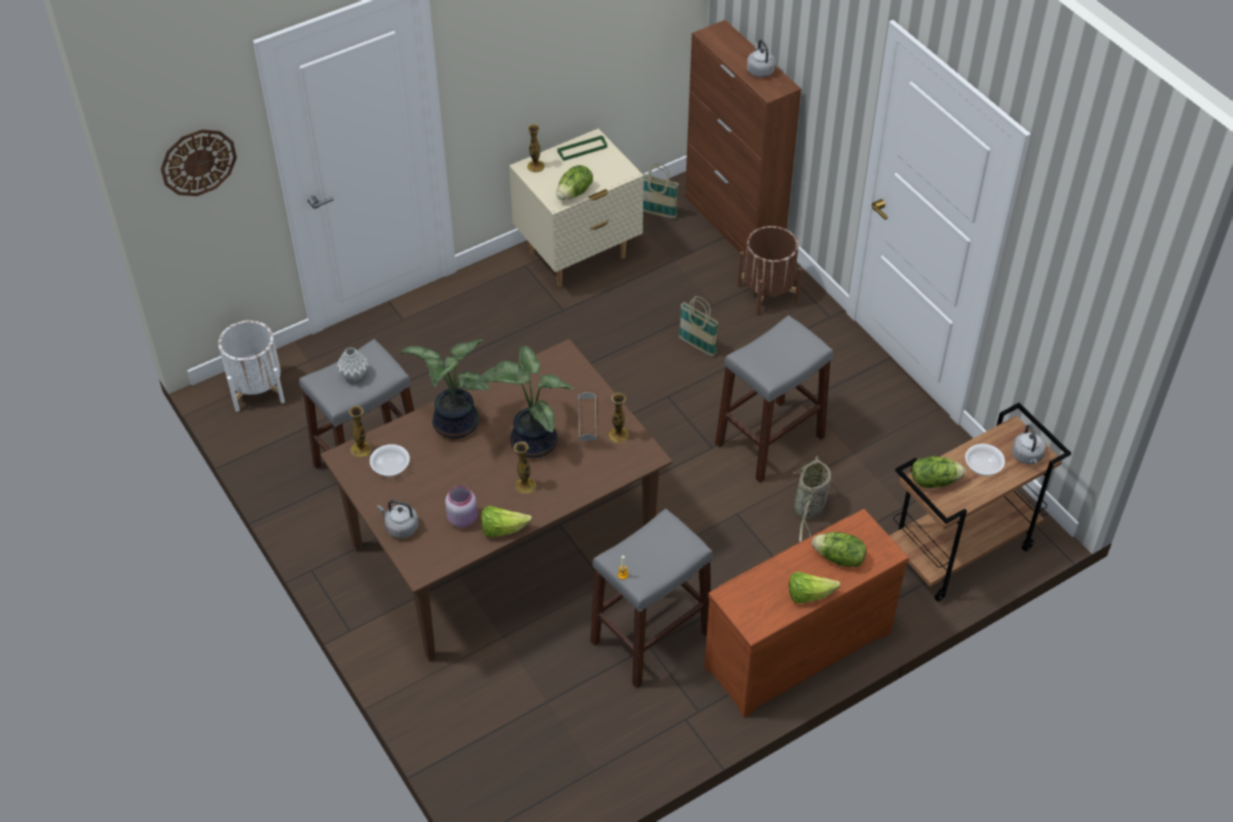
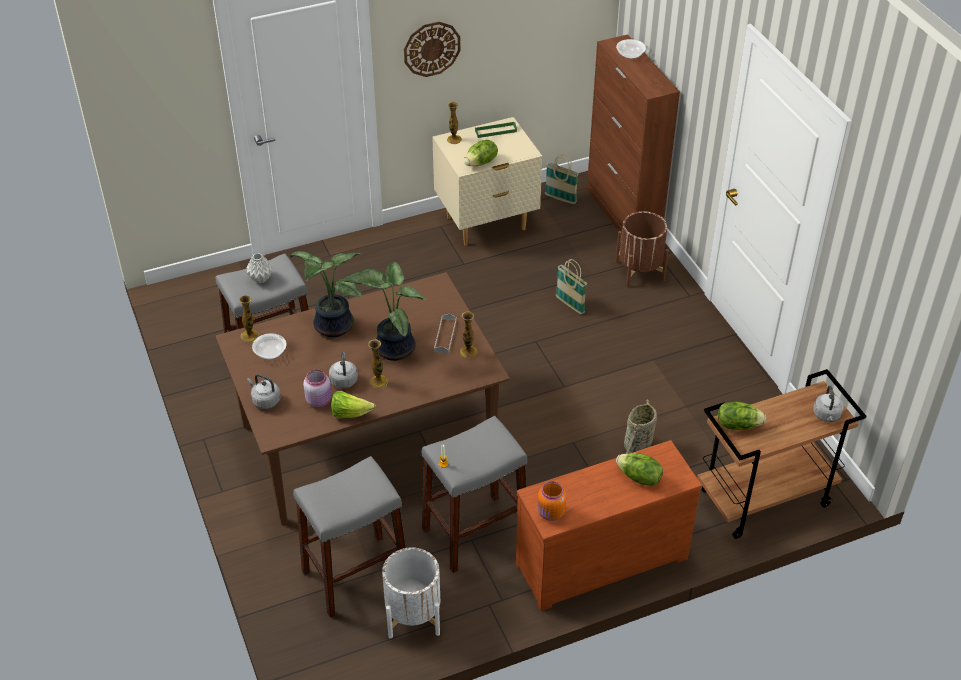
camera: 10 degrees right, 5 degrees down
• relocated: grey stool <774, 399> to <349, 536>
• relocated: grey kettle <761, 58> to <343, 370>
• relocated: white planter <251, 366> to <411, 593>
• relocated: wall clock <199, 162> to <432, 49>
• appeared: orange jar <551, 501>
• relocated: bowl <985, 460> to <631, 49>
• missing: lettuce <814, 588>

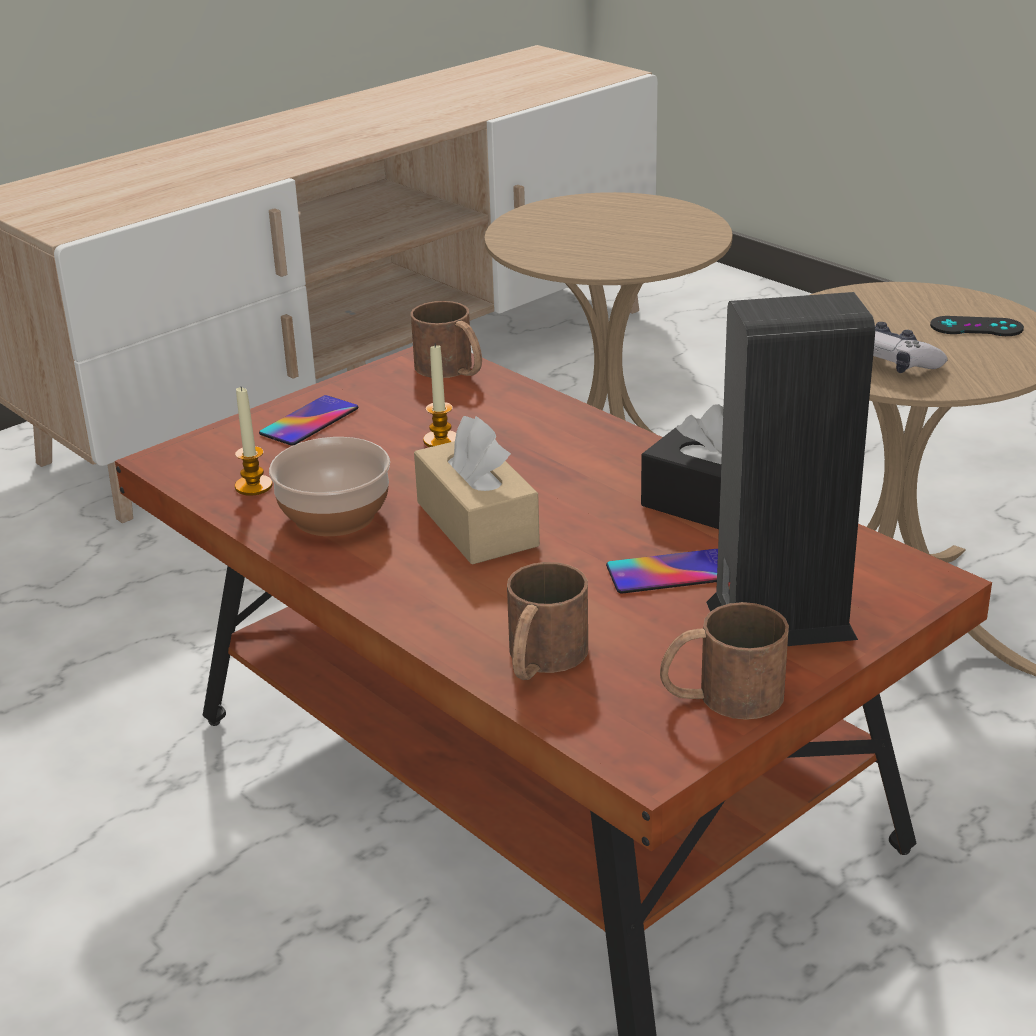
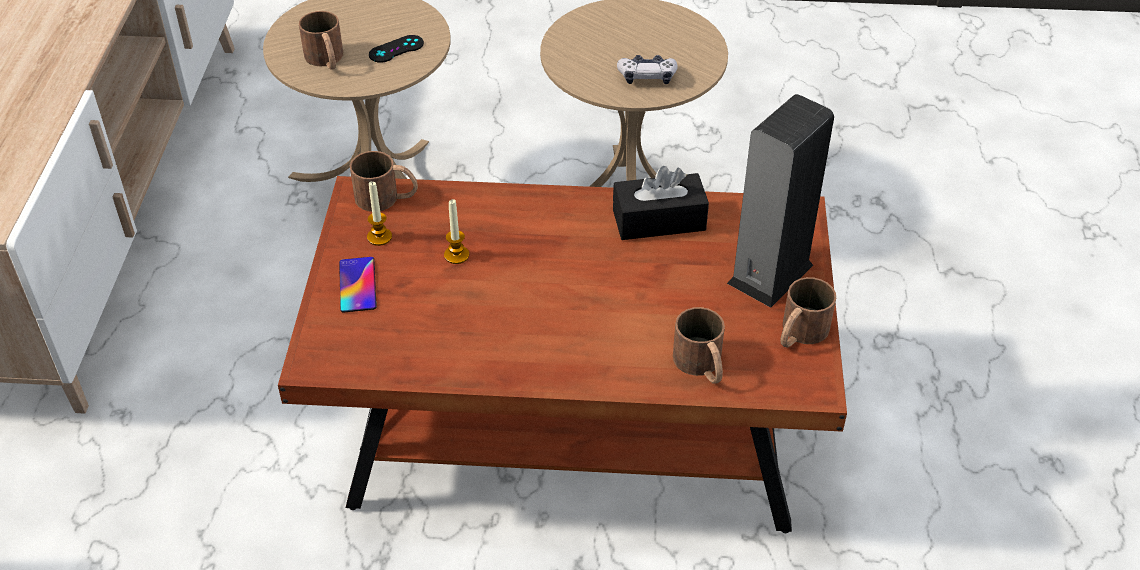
camera: 45 degrees left, 15 degrees up
• appeared: brown mug <321, 40>
• relocated: candle <253, 441> to <379, 214>
• relocated: black game controller <977, 326> to <396, 49>
• missing: bowl <329, 486>
• missing: beige tissue box <477, 490>
• missing: phone <662, 571>

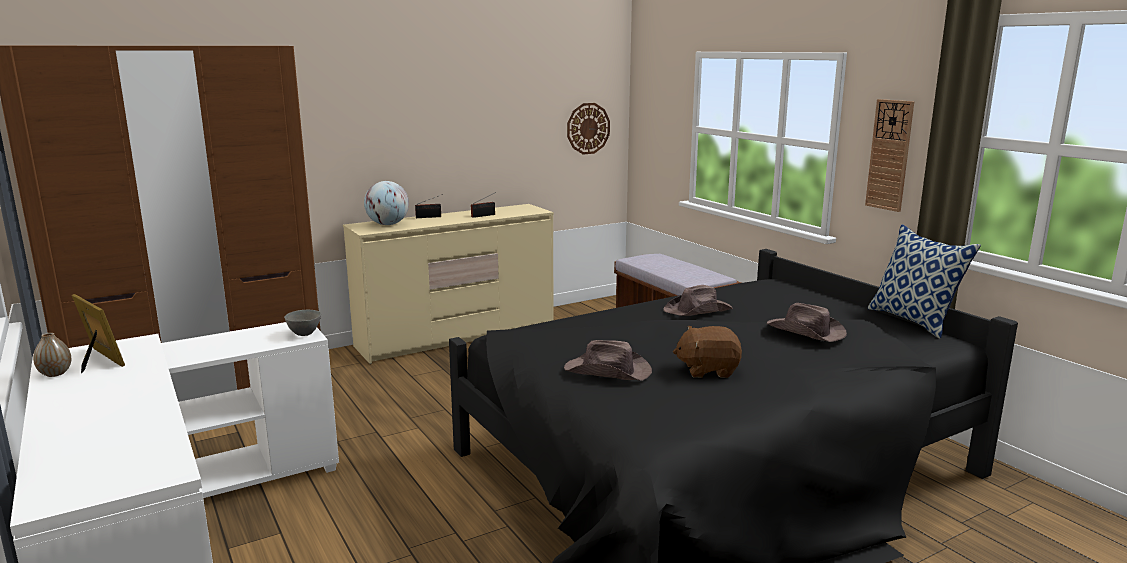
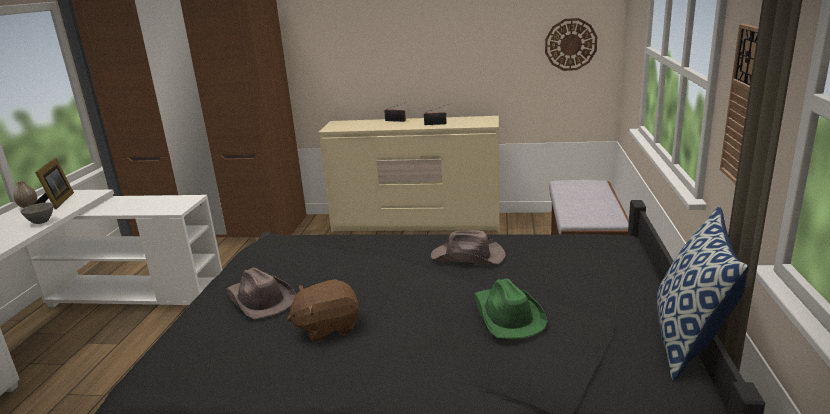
camera: 40 degrees right, 5 degrees up
• relocated: grey bowl <302, 323> to <37, 213>
• spun: brown plush toy <707, 352> = <323, 311> 60 degrees counterclockwise
• colour: brown hat <807, 322> to green hat <510, 308>
• missing: globe <386, 203>

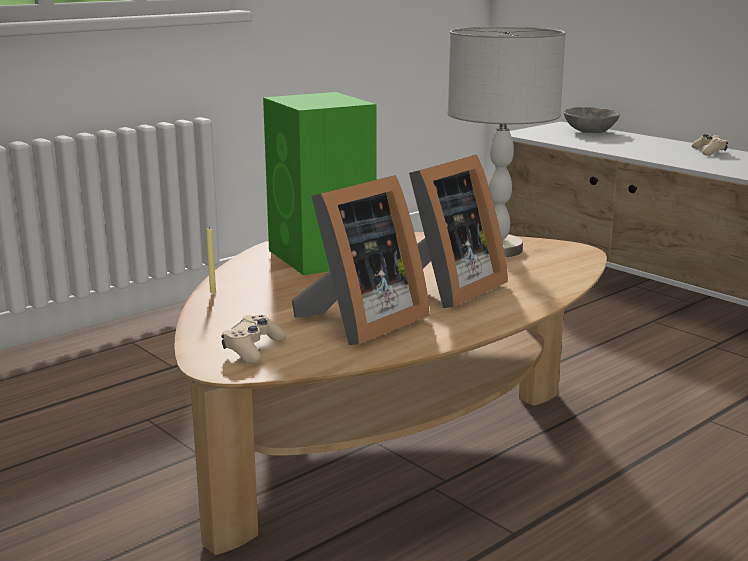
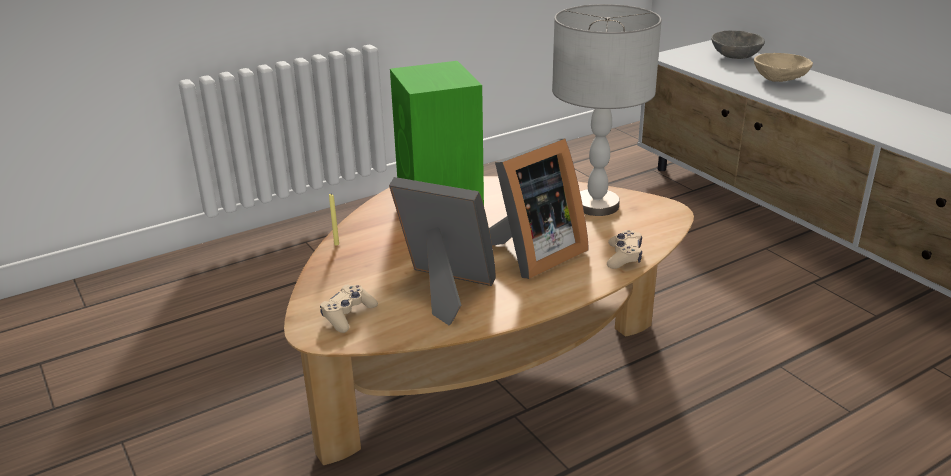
camera: 10 degrees right, 10 degrees up
• spun: picture frame <361, 260> = <442, 251> 120 degrees counterclockwise
• relocated: beige game controller <710, 145> to <624, 249>
• appeared: beige bowl <783, 67>

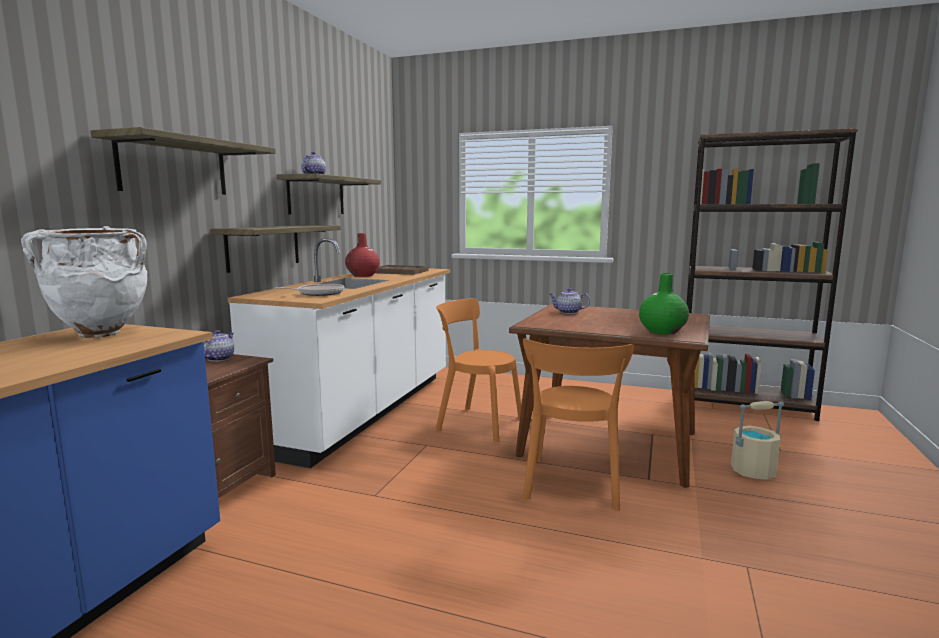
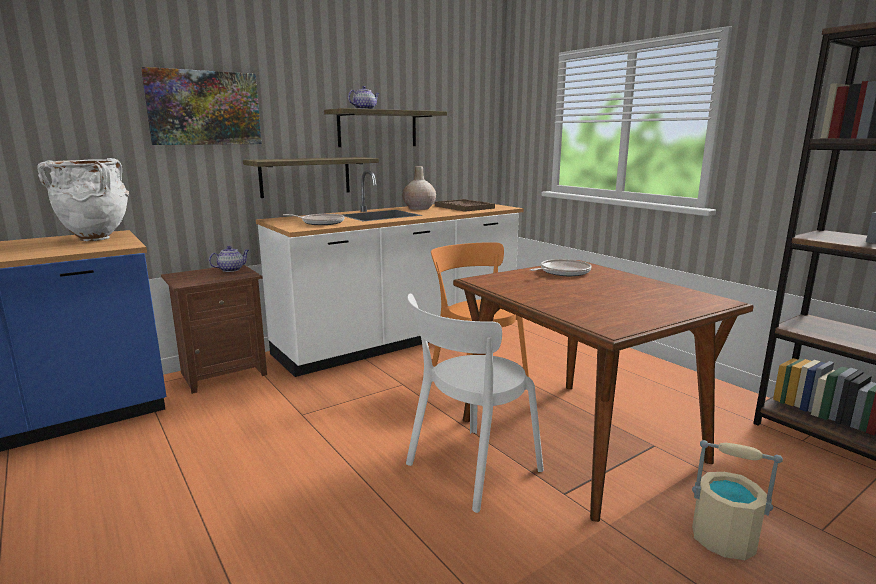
camera: 35 degrees right, 5 degrees up
• exchanged: shelf <183, 161> to picture <201, 106>
• colour: red vase <362, 255> to beige vase <419, 188>
• colour: orange chair <578, 424> to white chair <475, 403>
• exchanged: teapot <569, 301> to frying pan <561, 267>
• missing: green vase <664, 304>

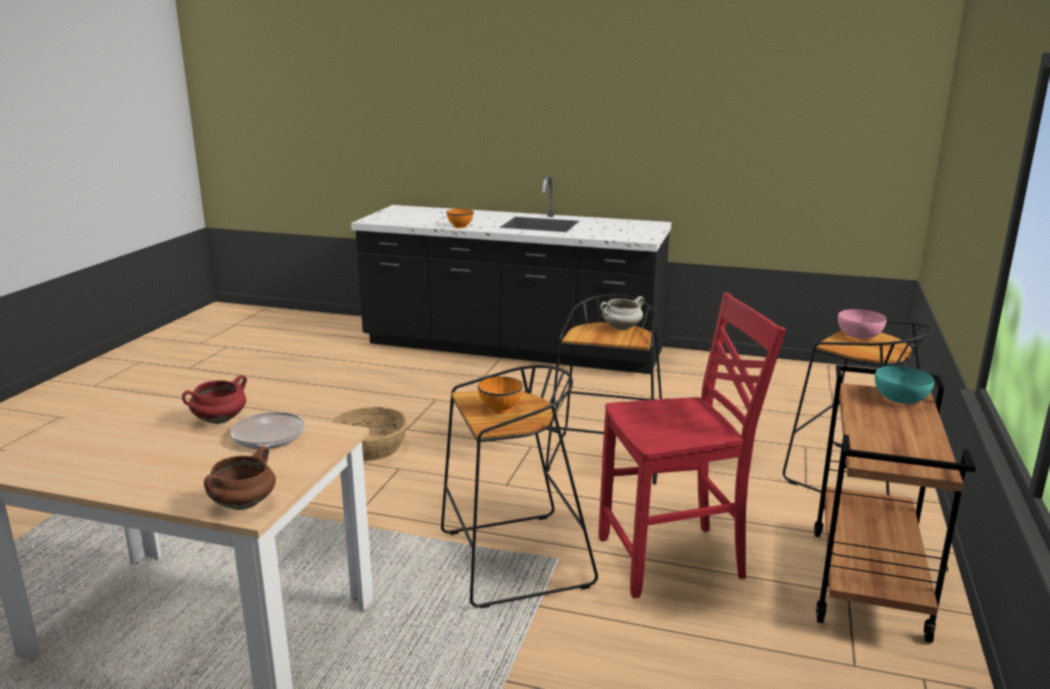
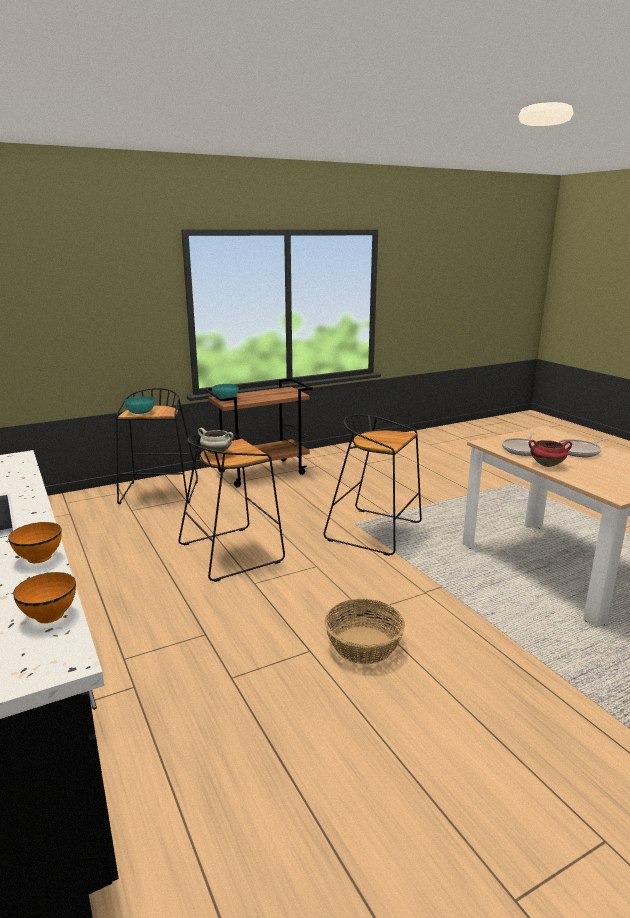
camera: 135 degrees left, 0 degrees up
• relocated: orange bowl <500, 394> to <44, 597>
• colour: pink bowl <862, 324> to turquoise bowl <140, 405>
• appeared: frying pan <583, 447>
• missing: brown cooking pot <240, 478>
• missing: red chair <692, 445>

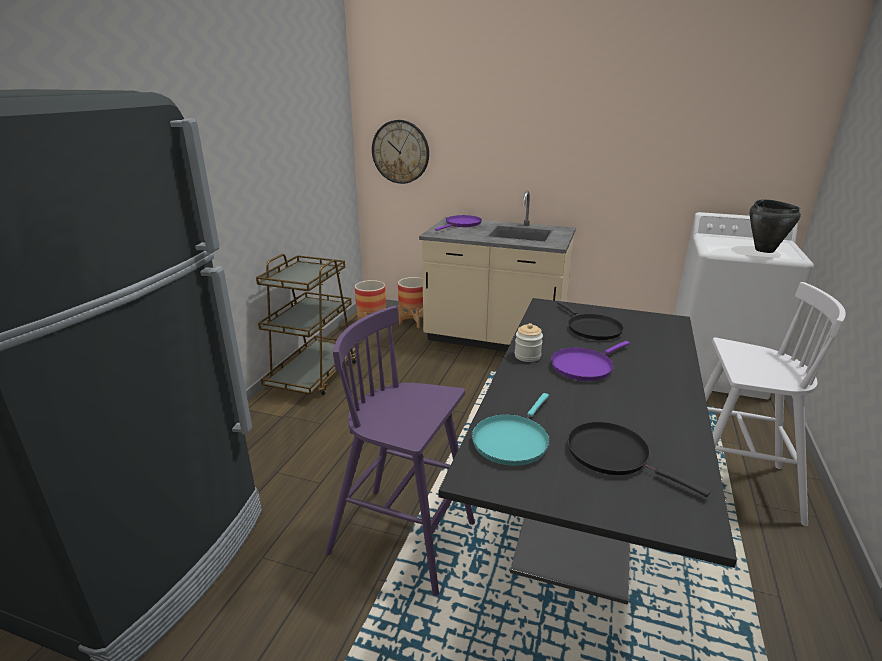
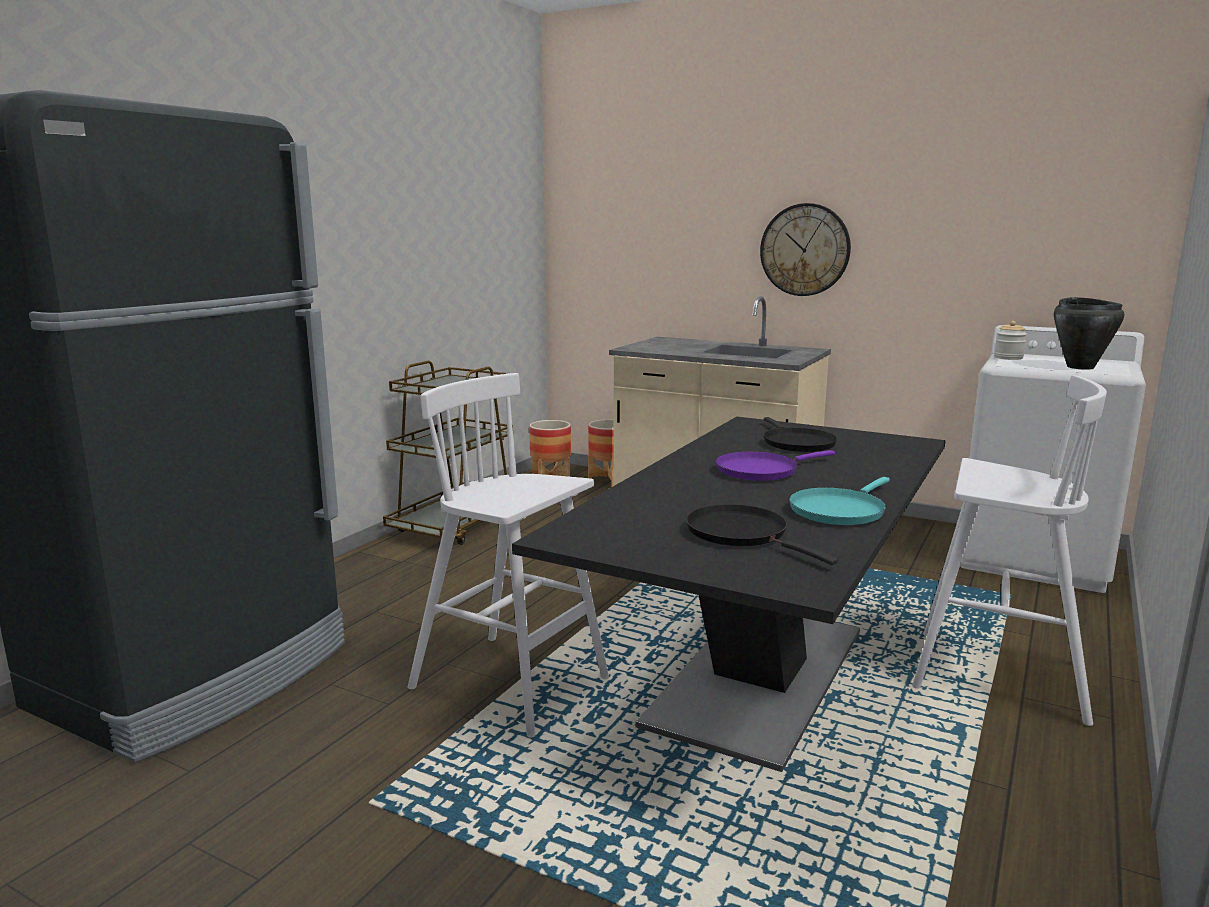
camera: 10 degrees right, 10 degrees down
• colour: purple stool <400, 451> to white stool <508, 555>
• relocated: wall clock <400, 152> to <805, 249>
• relocated: turquoise frying pan <511, 429> to <839, 501>
• relocated: jar <529, 342> to <1010, 340>
• missing: purple frying pan <458, 223>

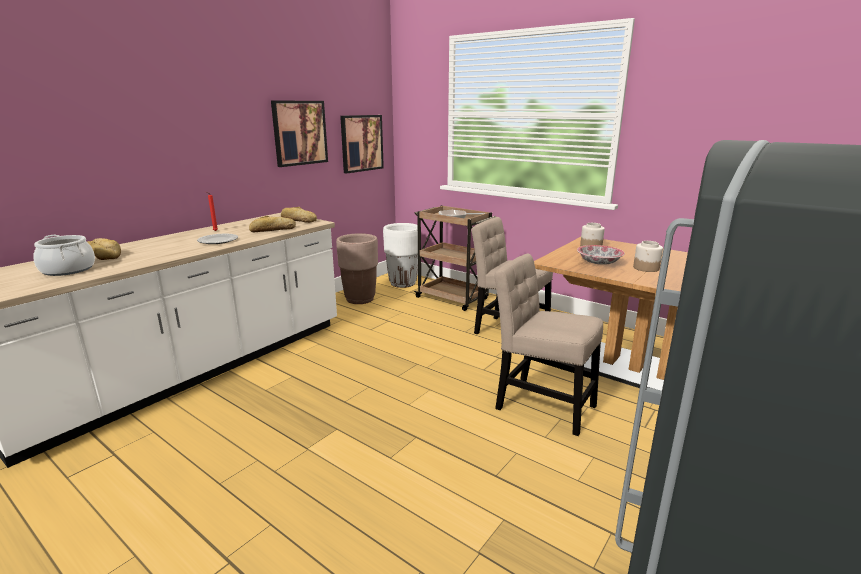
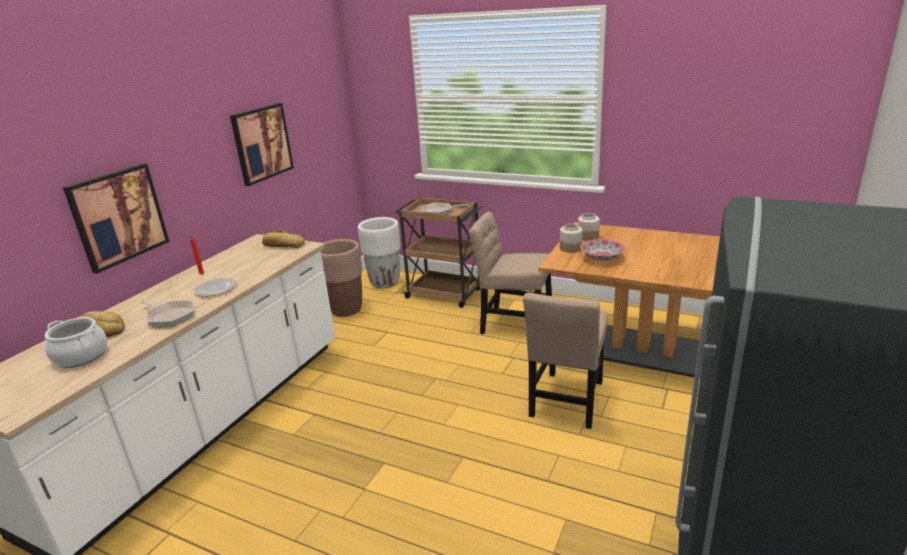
camera: 10 degrees left, 5 degrees up
• relocated: picture <362, 144> to <116, 218>
• appeared: frying pan <167, 313>
• spun: beige chair <548, 345> = <565, 360> 90 degrees counterclockwise
• relocated: jar <648, 256> to <571, 238>
• missing: bread <272, 224>

